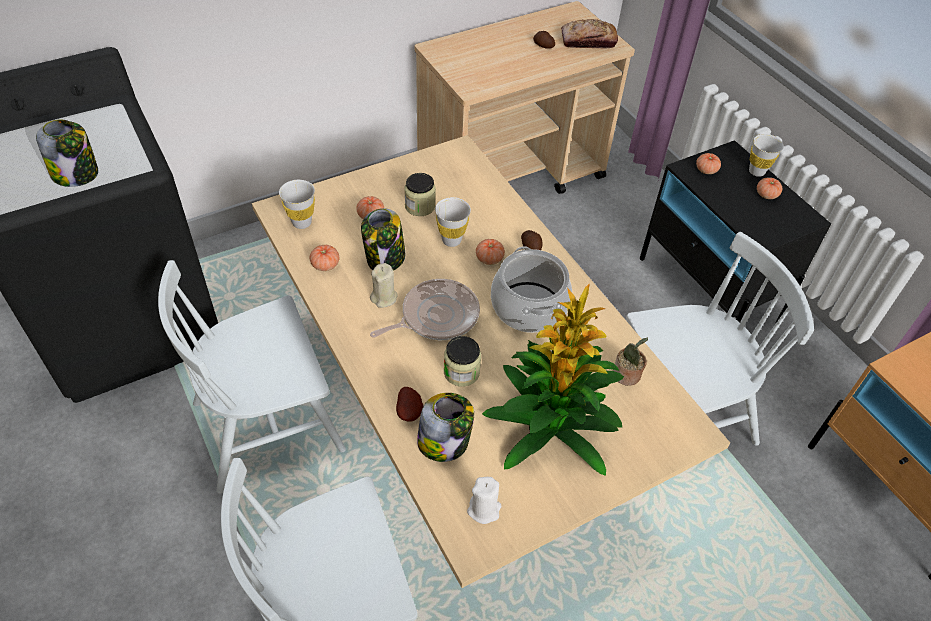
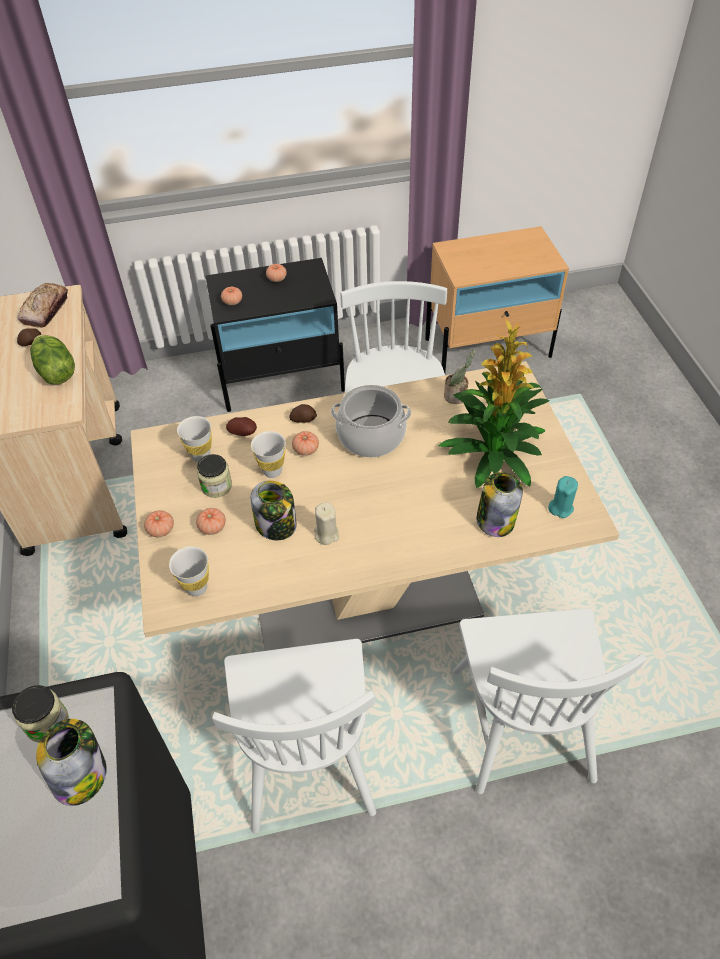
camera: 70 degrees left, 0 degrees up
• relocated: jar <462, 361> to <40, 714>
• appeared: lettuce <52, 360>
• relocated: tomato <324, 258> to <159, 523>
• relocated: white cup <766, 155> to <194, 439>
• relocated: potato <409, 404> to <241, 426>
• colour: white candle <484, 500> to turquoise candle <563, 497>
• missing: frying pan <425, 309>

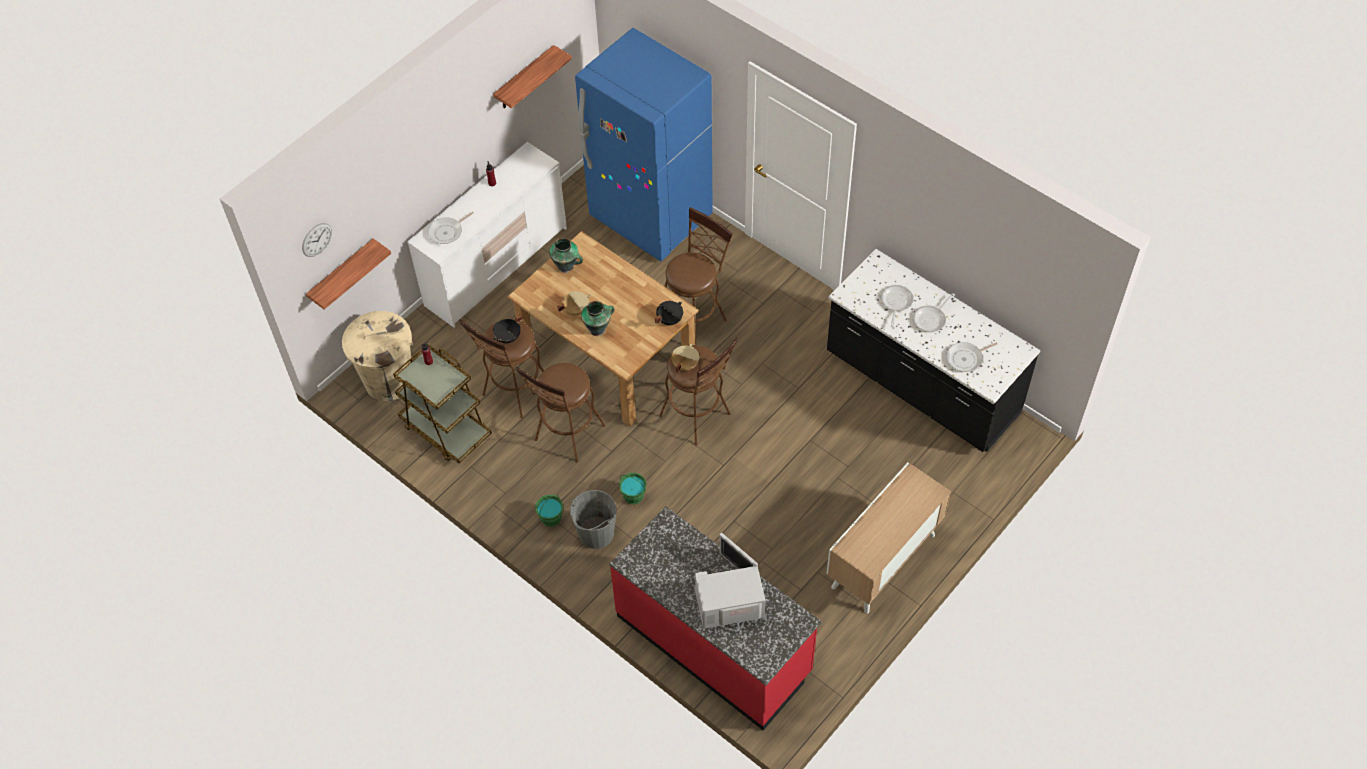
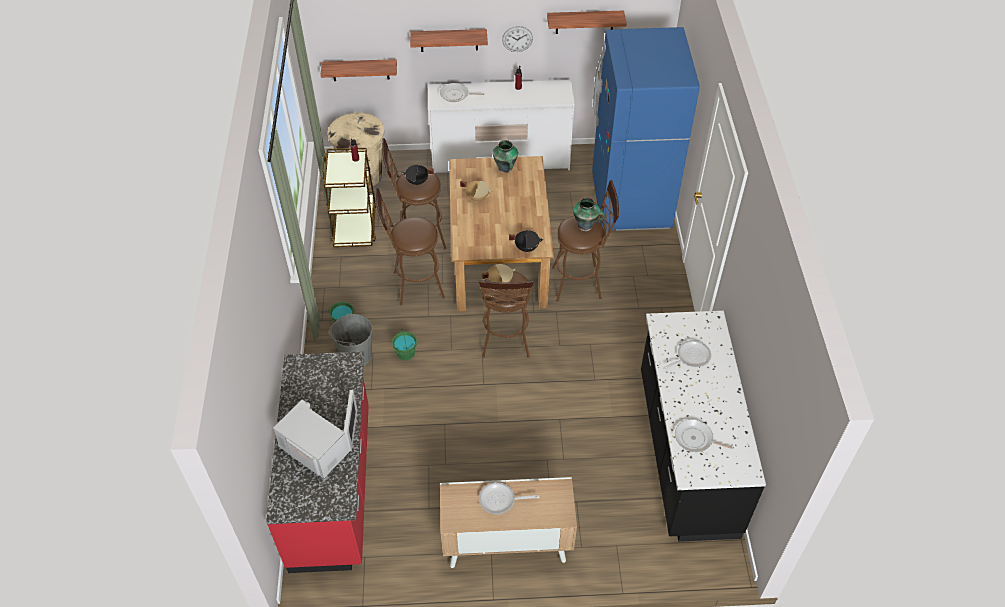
camera: 45 degrees right, 5 degrees down
• appeared: shelf <449, 40>
• relocated: frying pan <934, 312> to <509, 498>
• relocated: wall clock <317, 240> to <517, 39>
• relocated: vase <598, 318> to <589, 214>

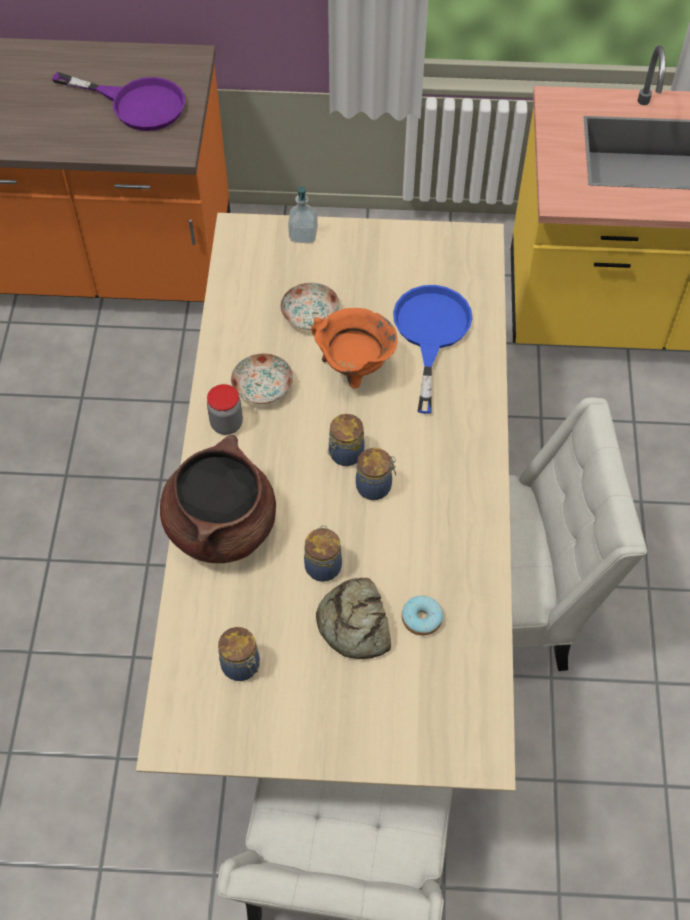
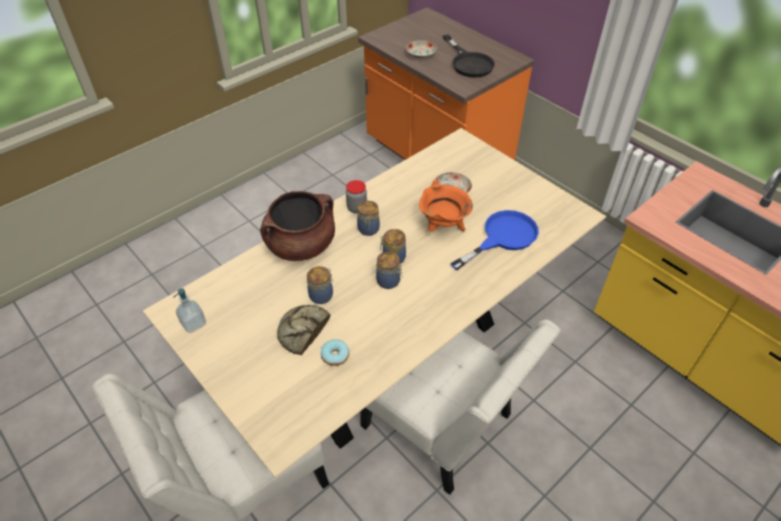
camera: 45 degrees right, 10 degrees down
• relocated: soap dispenser <303, 215> to <190, 310>
• relocated: jar <239, 654> to <368, 218>
• relocated: plate <262, 378> to <421, 49>
• colour: purple frying pan <118, 101> to black frying pan <469, 56>

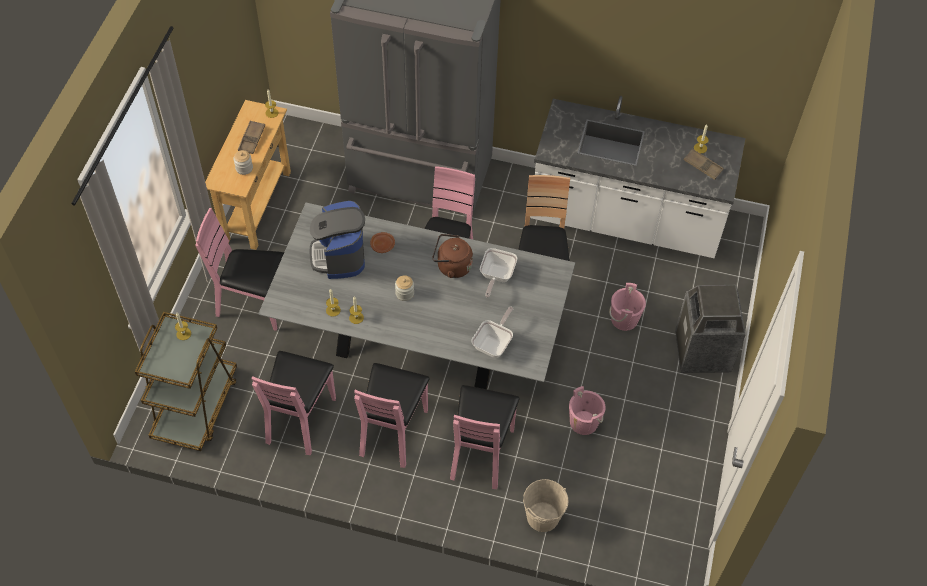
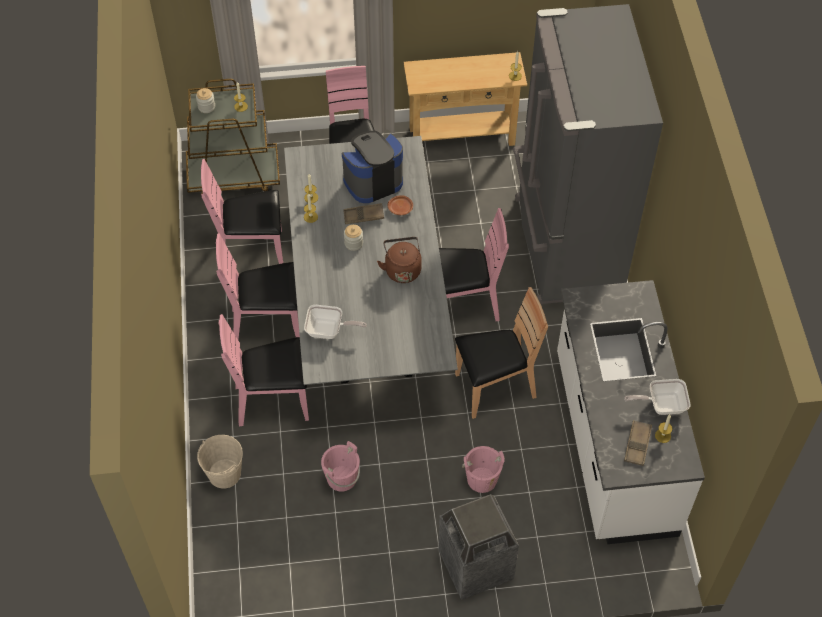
camera: 70 degrees right, 0 degrees up
• relocated: jar <243, 162> to <205, 100>
• relocated: brown tray <251, 137> to <363, 213>
• relocated: frying pan <498, 273> to <657, 397>

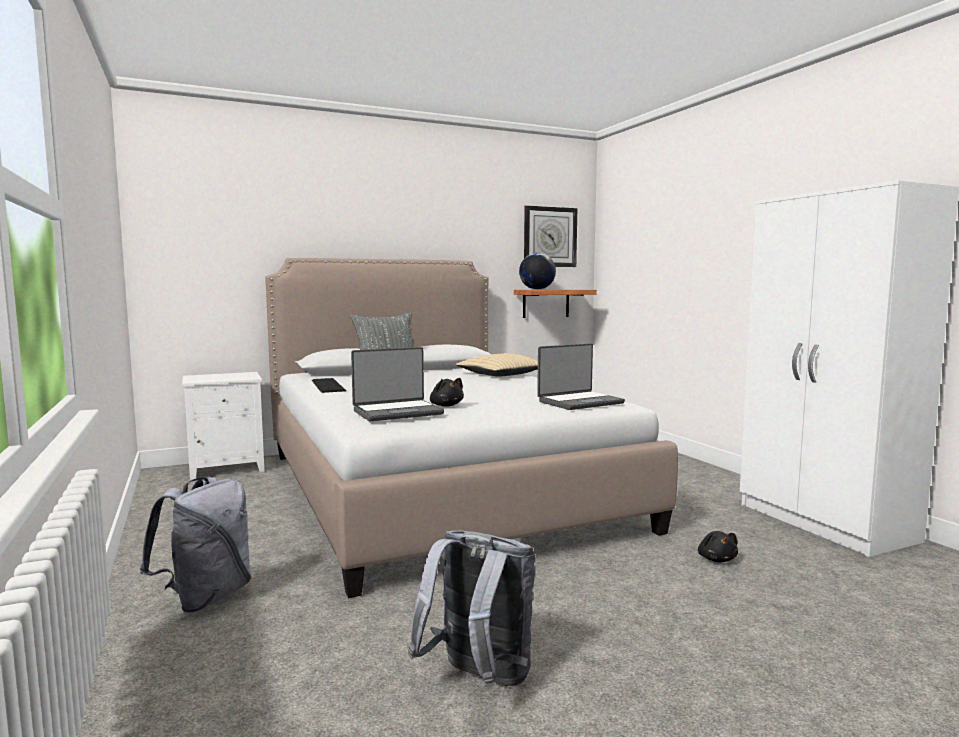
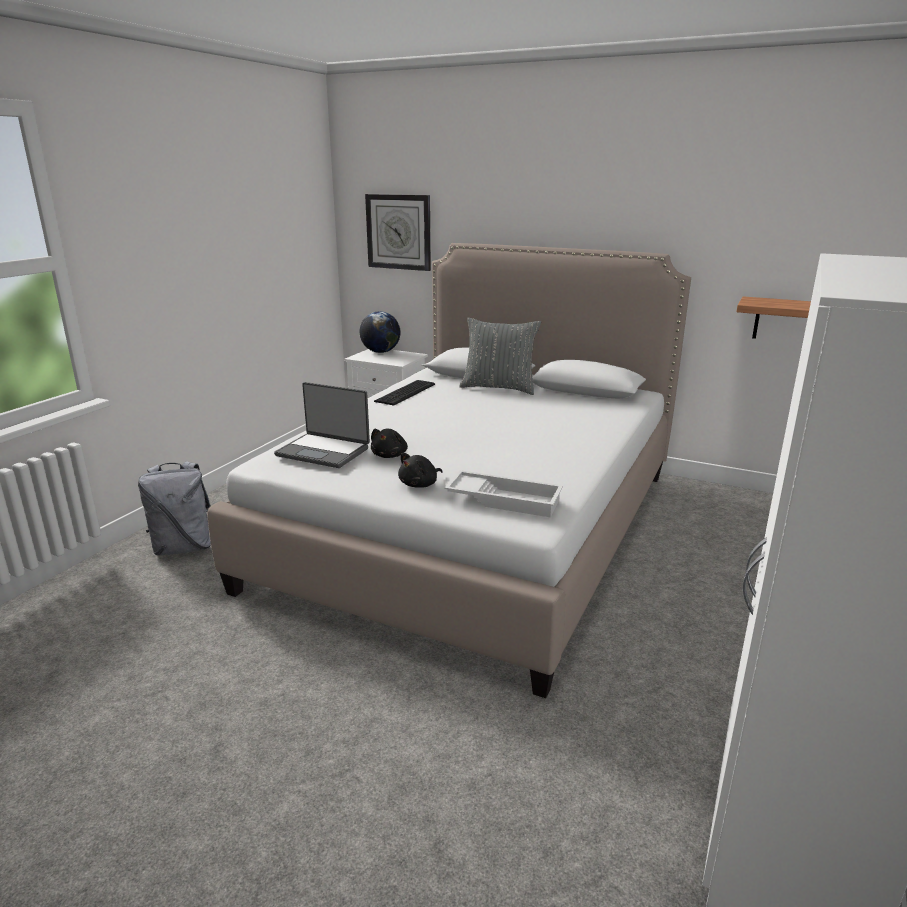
camera: 50 degrees right, 15 degrees up
• relocated: globe <537, 271> to <380, 332>
• relocated: wall clock <550, 236> to <398, 232>
• relocated: black plush toy <718, 547> to <420, 470>
• exchanged: laptop <581, 376> to white tray <503, 493>
• missing: grey backpack <471, 609>
• missing: beige pillow <497, 365>

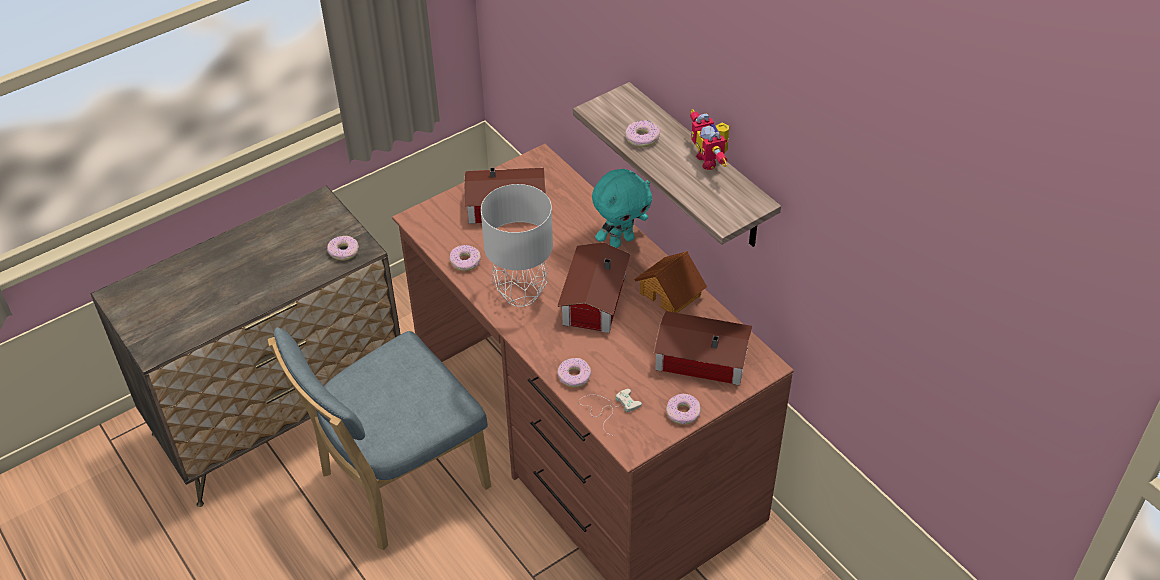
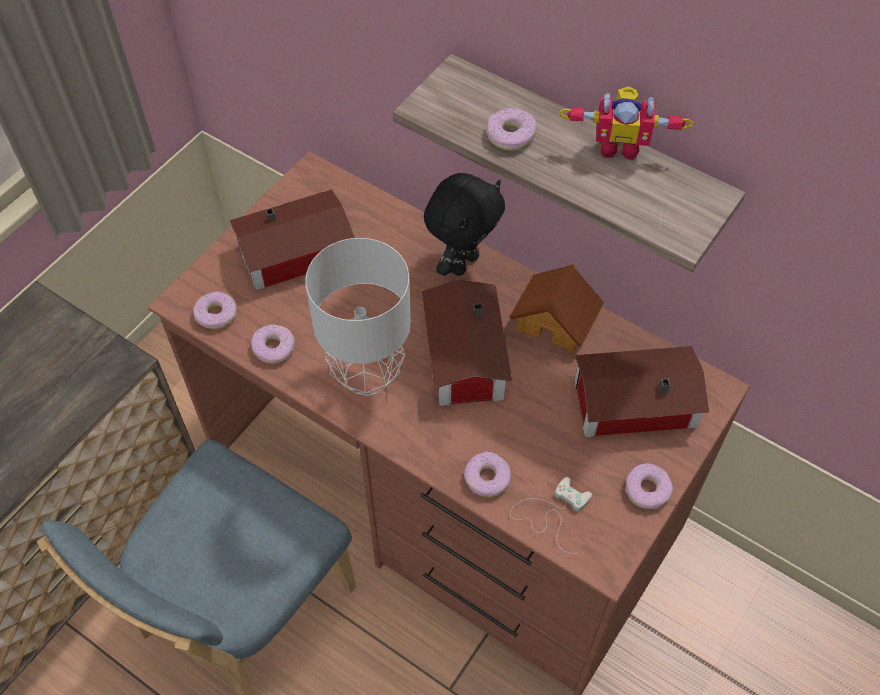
camera: 20 degrees left, 10 degrees up
• relocated: donut <343, 248> to <215, 310>
• colour: turquoise plush toy <622, 208> to black plush toy <464, 224>
• spun: toy robot <709, 139> = <626, 123> 45 degrees counterclockwise

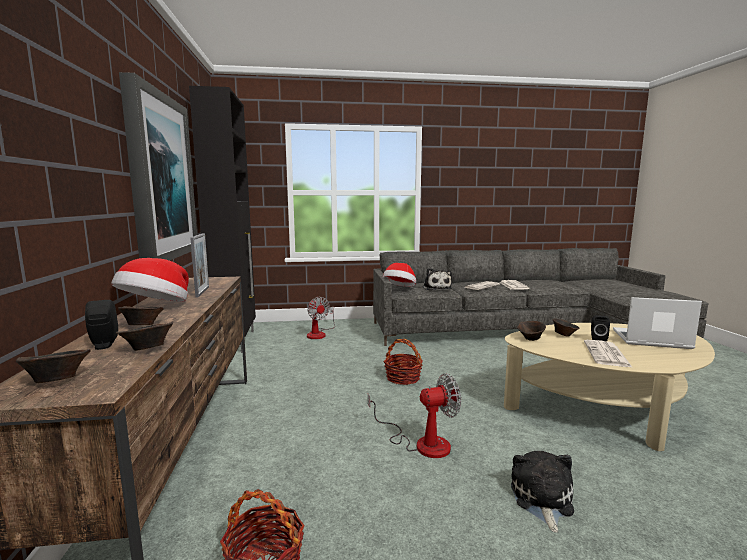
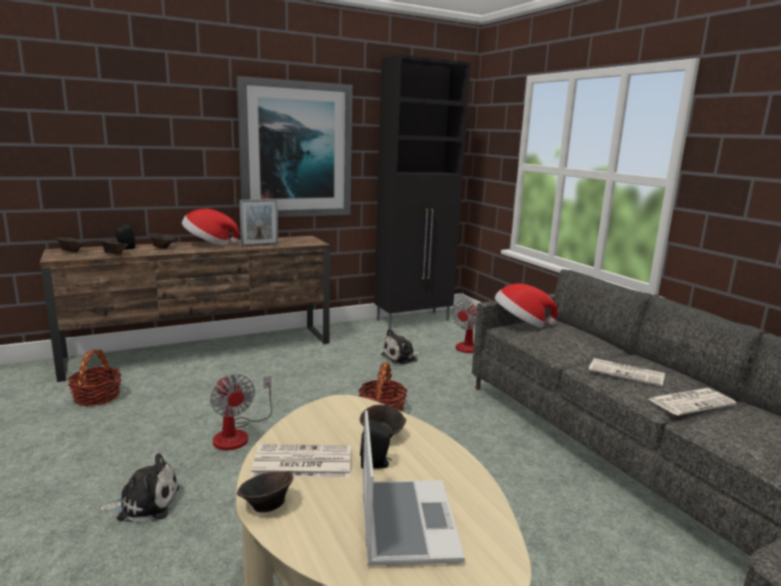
camera: 70 degrees right, 5 degrees up
• relocated: brown bowl <531, 331> to <265, 492>
• relocated: plush toy <437, 279> to <401, 347>

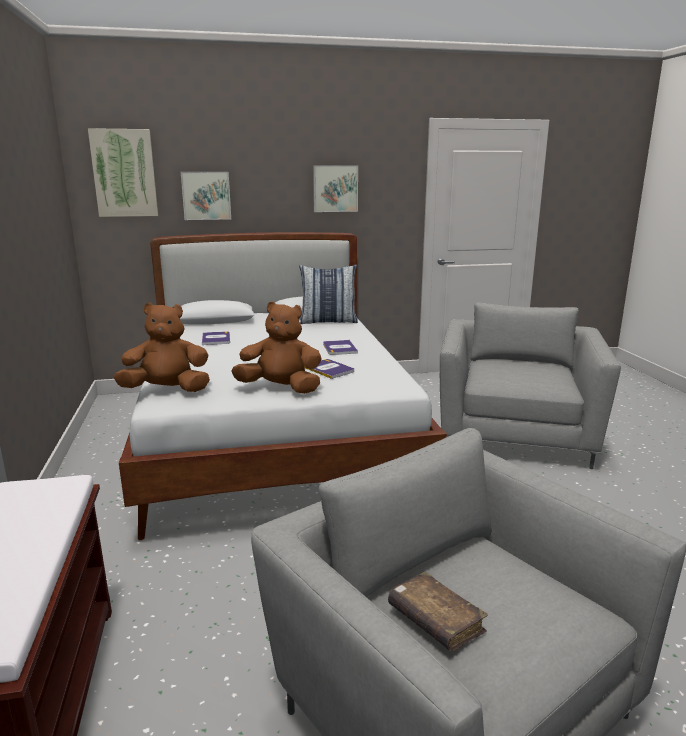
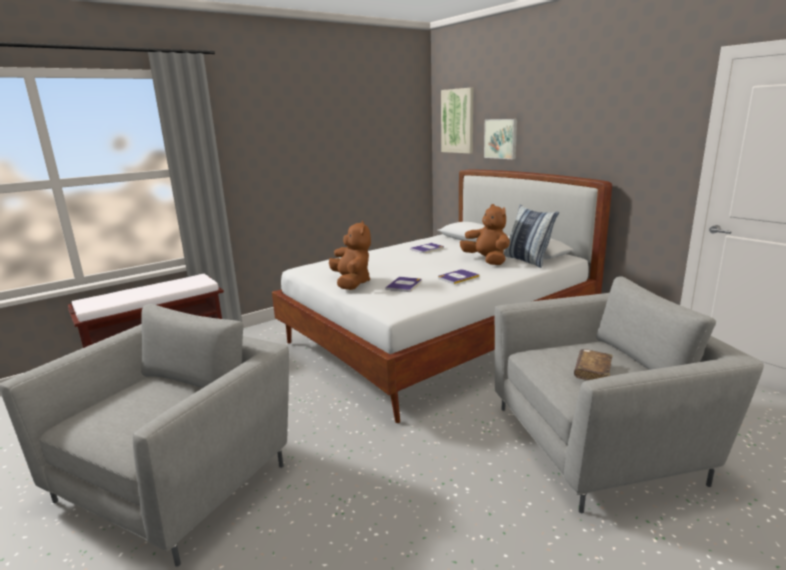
camera: 65 degrees right, 0 degrees up
• relocated: brown plush toy <162, 347> to <485, 234>
• relocated: brown book <438, 611> to <593, 364>
• missing: picture <335, 189>

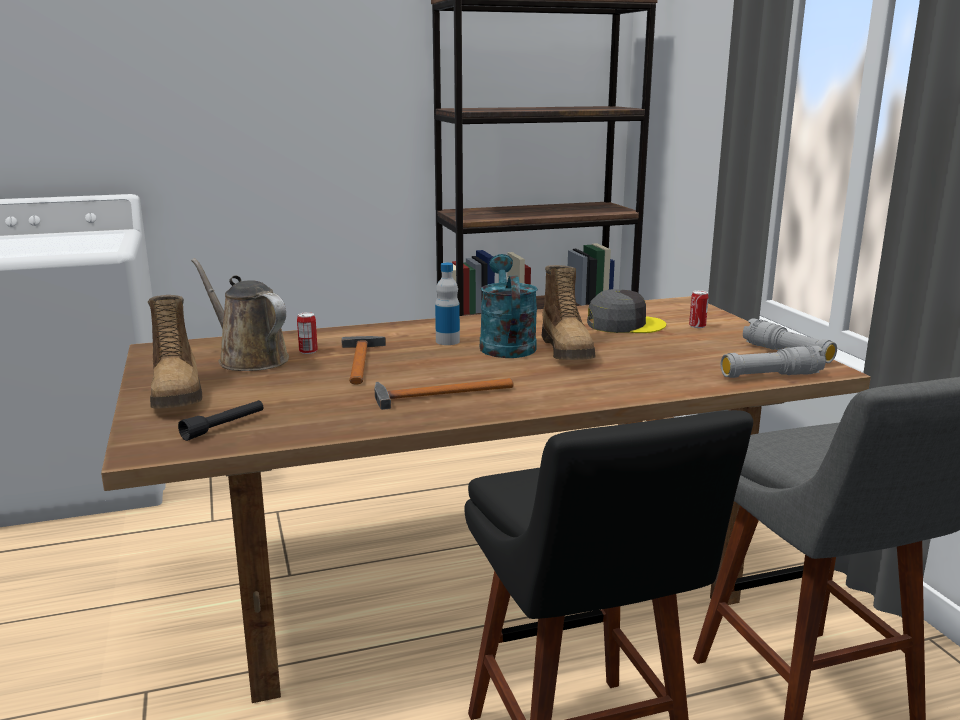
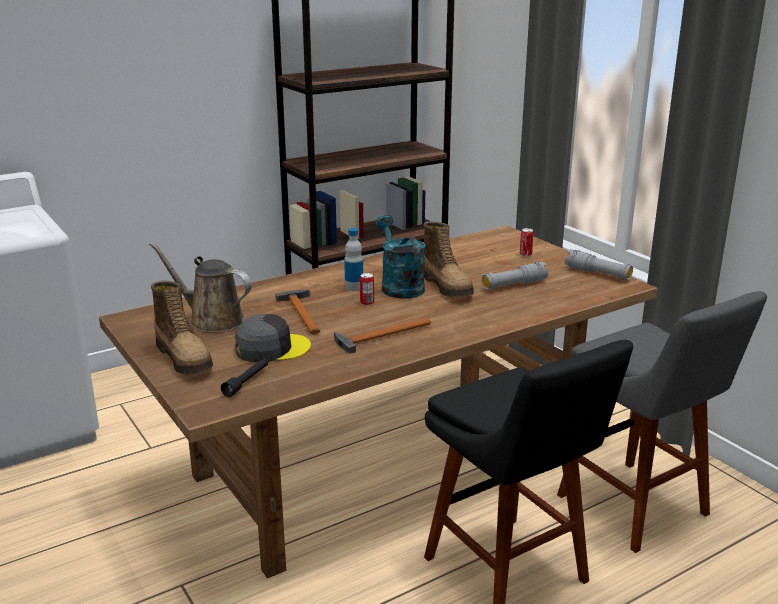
camera: 15 degrees left, 5 degrees up
• relocated: grey cap <626, 311> to <273, 338>
• relocated: can <307, 333> to <367, 289>
• relocated: grey flashlight <773, 361> to <515, 276>

